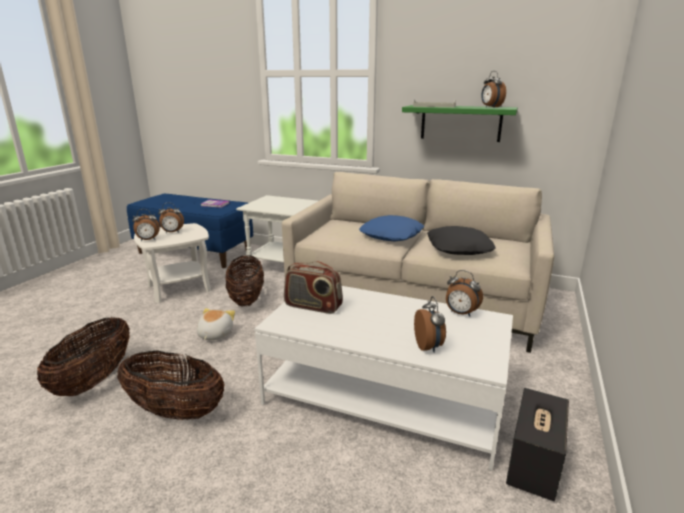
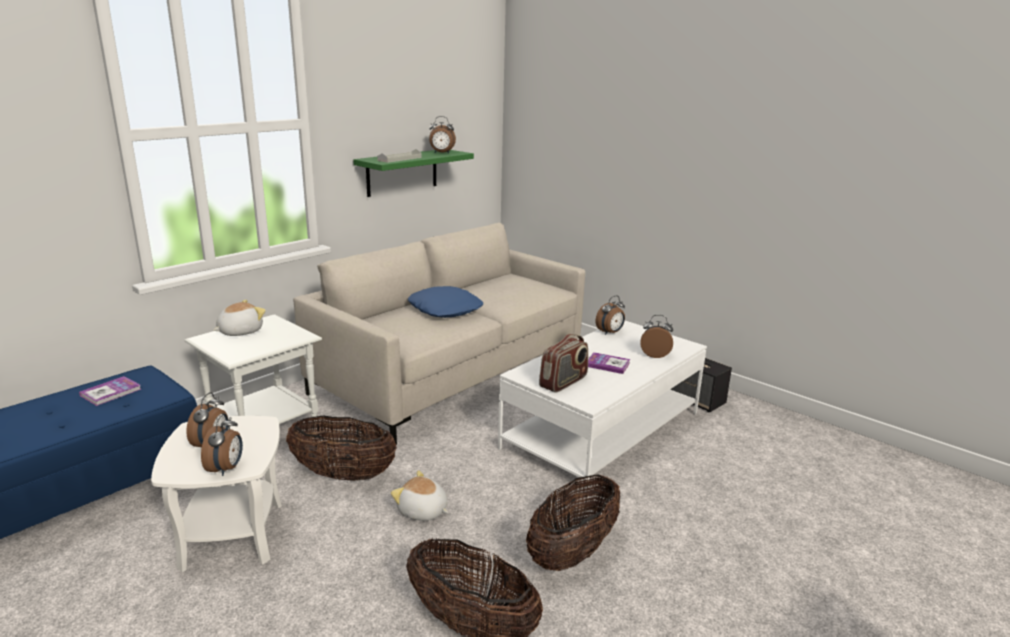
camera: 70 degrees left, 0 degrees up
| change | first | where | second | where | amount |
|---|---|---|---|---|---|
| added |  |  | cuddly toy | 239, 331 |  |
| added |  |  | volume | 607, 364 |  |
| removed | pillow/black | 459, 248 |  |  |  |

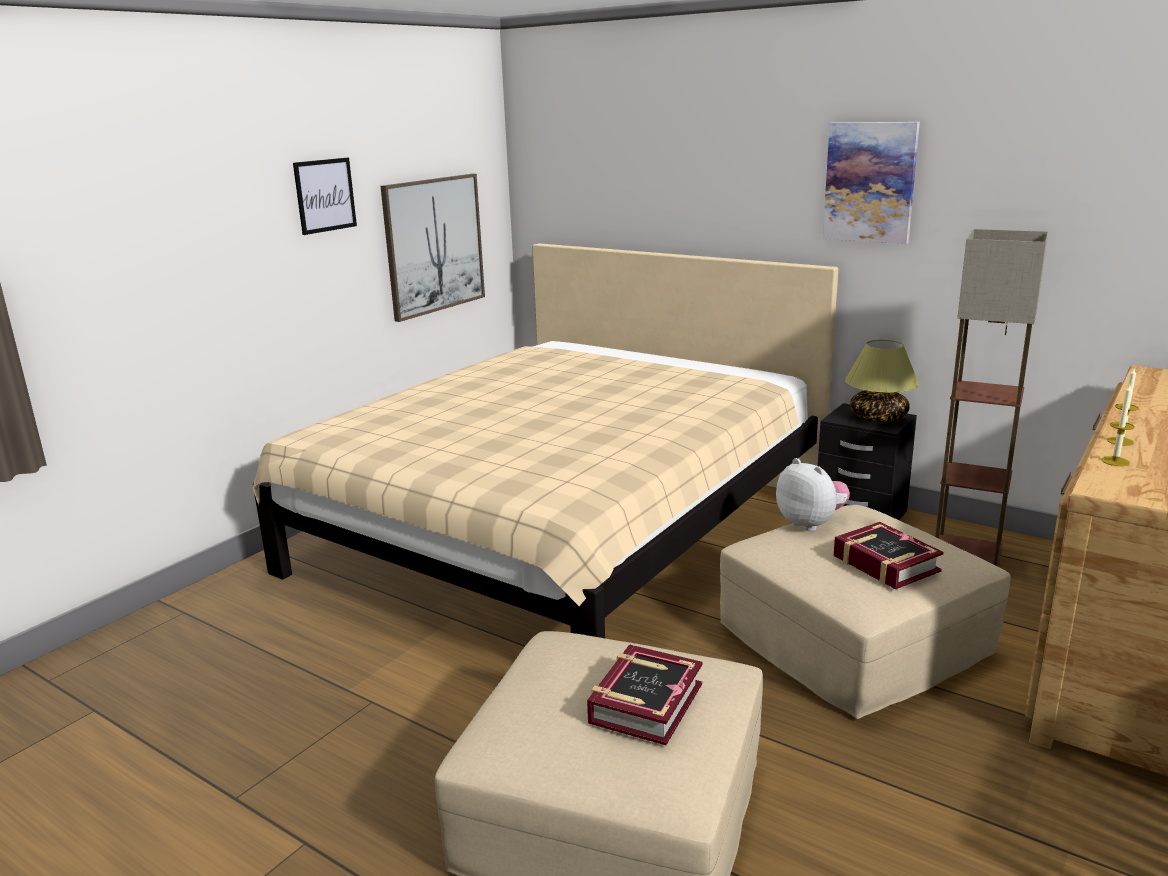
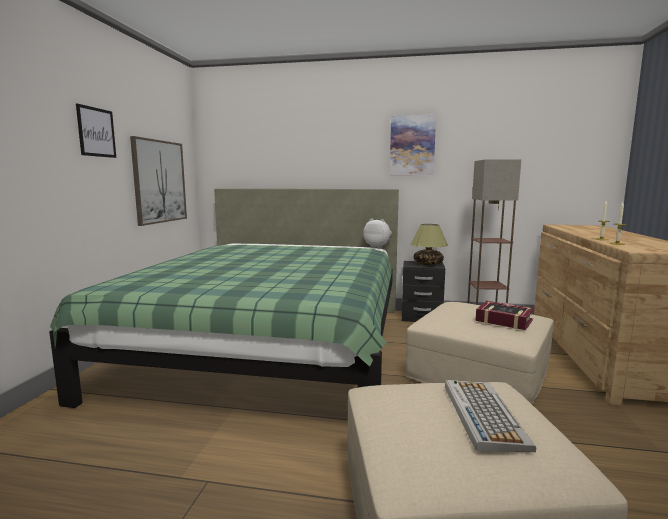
camera: 25 degrees left, 10 degrees down
| change | first | where | second | where | amount |
|---|---|---|---|---|---|
| recoloured | sleeping bed/sand-coloured | 561, 531 | sleeping bed/green-coloured | 270, 346 |  |
| moved | cuddly toy | 810, 523 |  | 378, 247 |  |
| replaced | volume | 645, 703 | keyboard | 482, 414 |  |

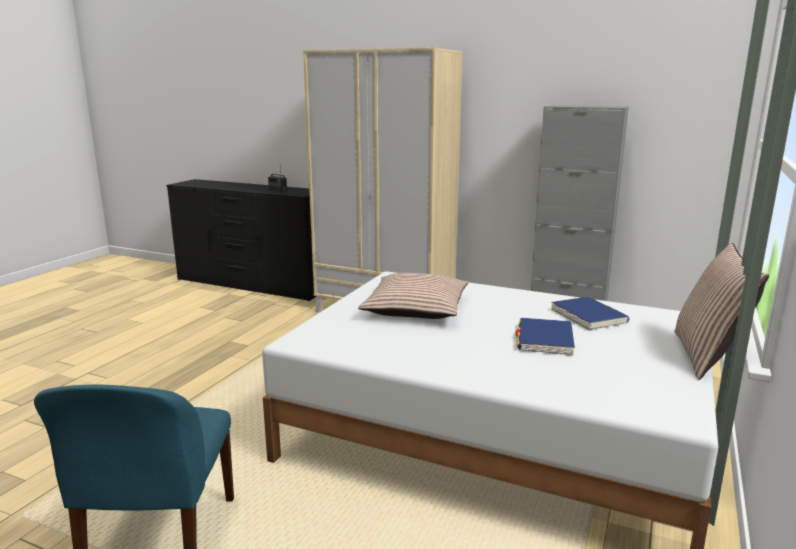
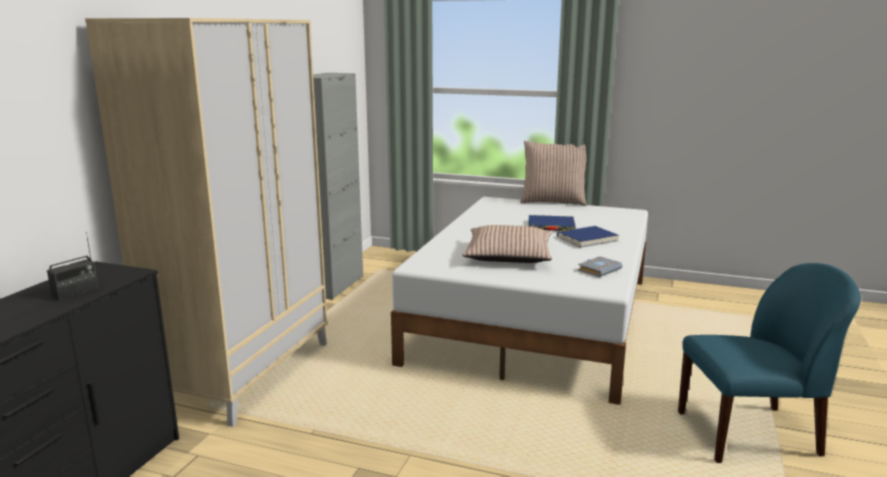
camera: 95 degrees left, 0 degrees up
| change | first | where | second | where | amount |
|---|---|---|---|---|---|
| moved | volume/blue | 588, 316 |  | 587, 239 |  |
| added |  |  | volume/greyish | 599, 269 |  |

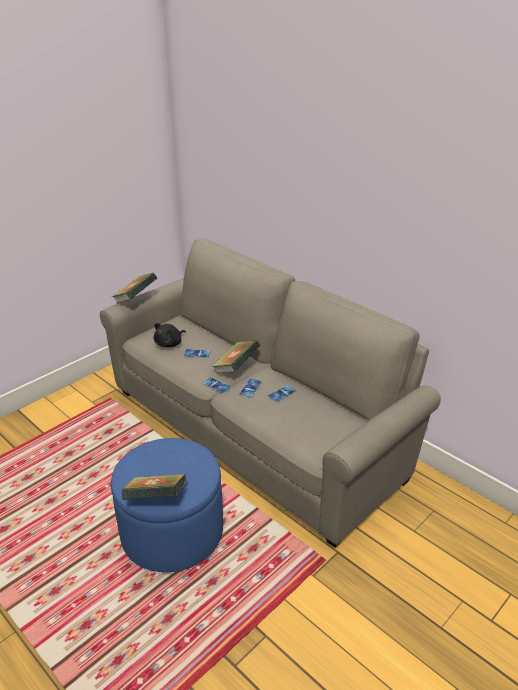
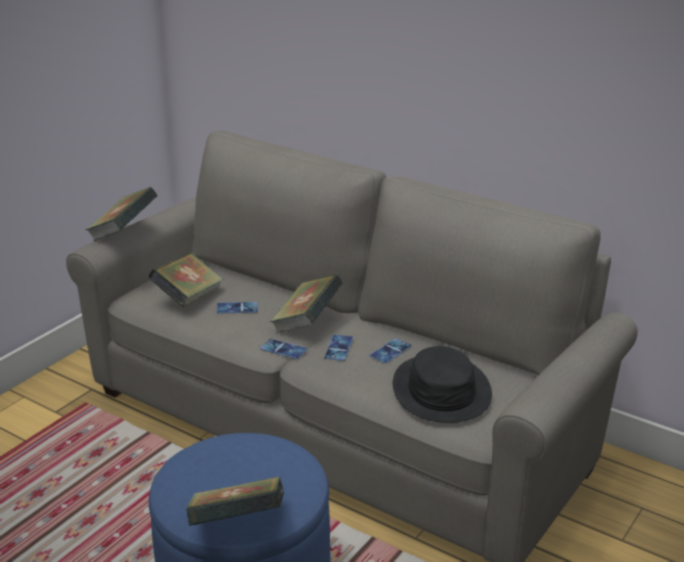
camera: 10 degrees left, 5 degrees down
| change | first | where | second | where | amount |
|---|---|---|---|---|---|
| replaced | cuddly toy/black | 170, 343 | volume | 188, 298 |  |
| added |  |  | wearable hat/black | 441, 390 |  |

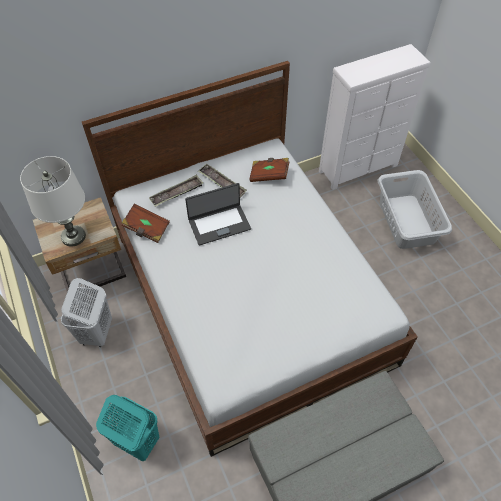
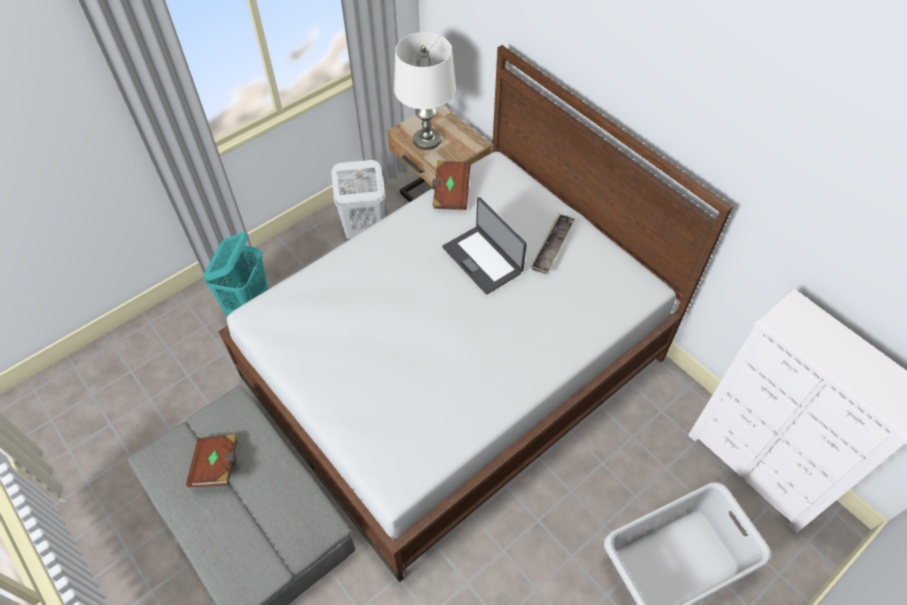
camera: 75 degrees right, 0 degrees up
| change | first | where | second | where | amount |
|---|---|---|---|---|---|
| moved | volume/brown | 269, 175 |  | 217, 465 |  |
| removed | tray | 177, 193 |  |  |  |

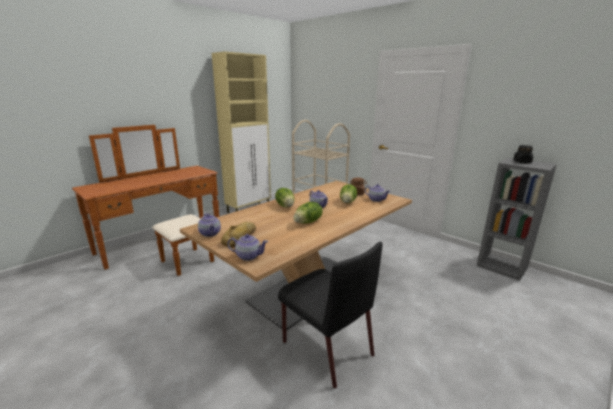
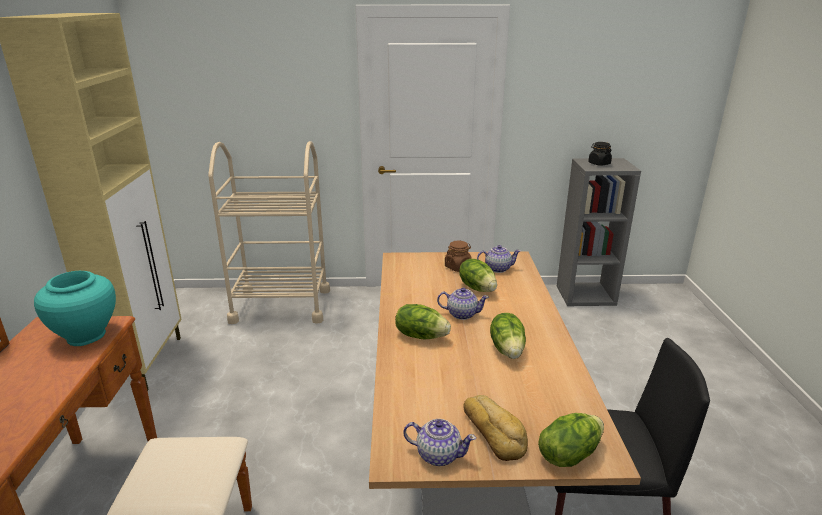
camera: 45 degrees left, 5 degrees up
| change | first | where | second | where | amount |
|---|---|---|---|---|---|
| added |  |  | flower vase/blue-green | 86, 336 |  |
| replaced | tea pot | 248, 256 | head of lettuce | 568, 454 |  |

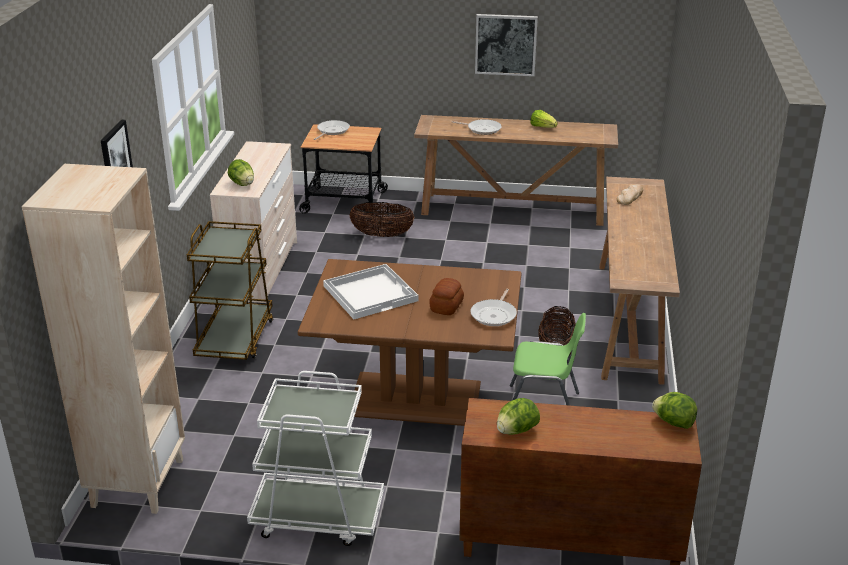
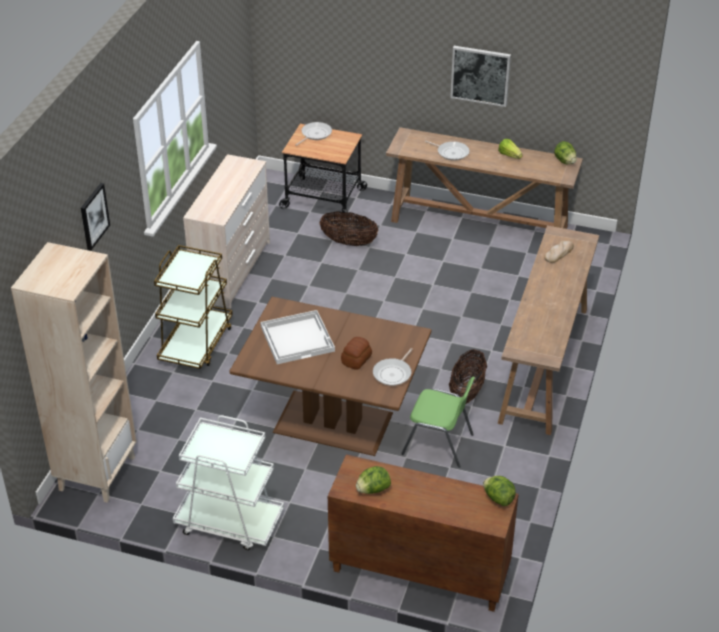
camera: 10 degrees right, 10 degrees up
| change | first | where | second | where | amount |
|---|---|---|---|---|---|
| moved | head of lettuce | 242, 184 |  | 564, 161 |  |

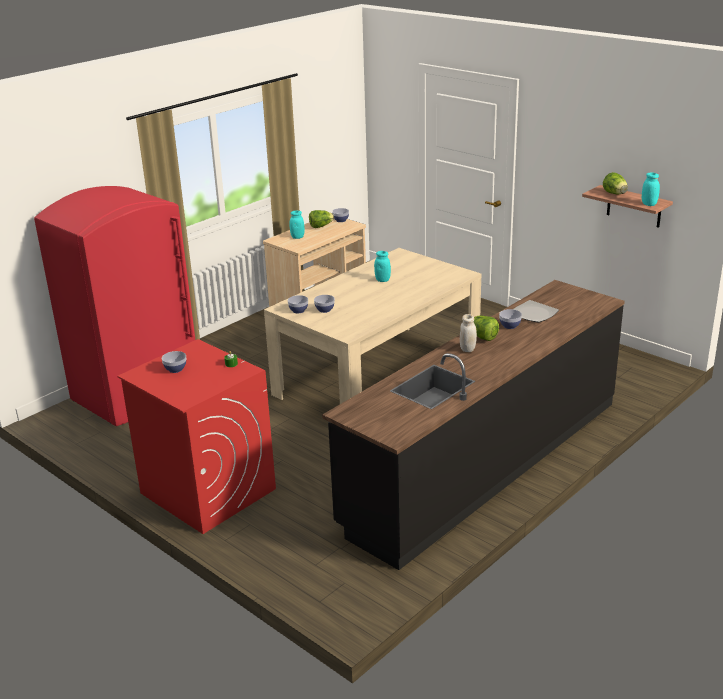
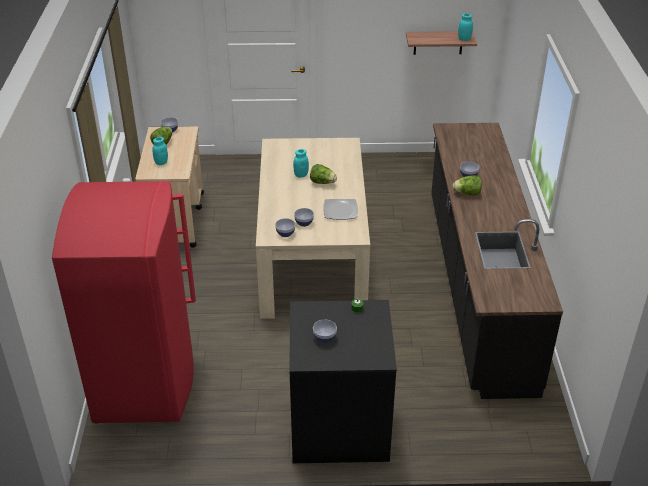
camera: 45 degrees left, 10 degrees up
| change | first | where | second | where | amount |
|---|---|---|---|---|---|
| recoloured | laundry machine/red | 207, 491 | laundry machine/black | 338, 427 |  |
| moved | head of lettuce | 615, 194 |  | 322, 182 |  |
| moved | dinner plate | 534, 314 |  | 340, 211 |  |
| removed | preserve jar/white-coloured | 467, 349 |  |  |  |

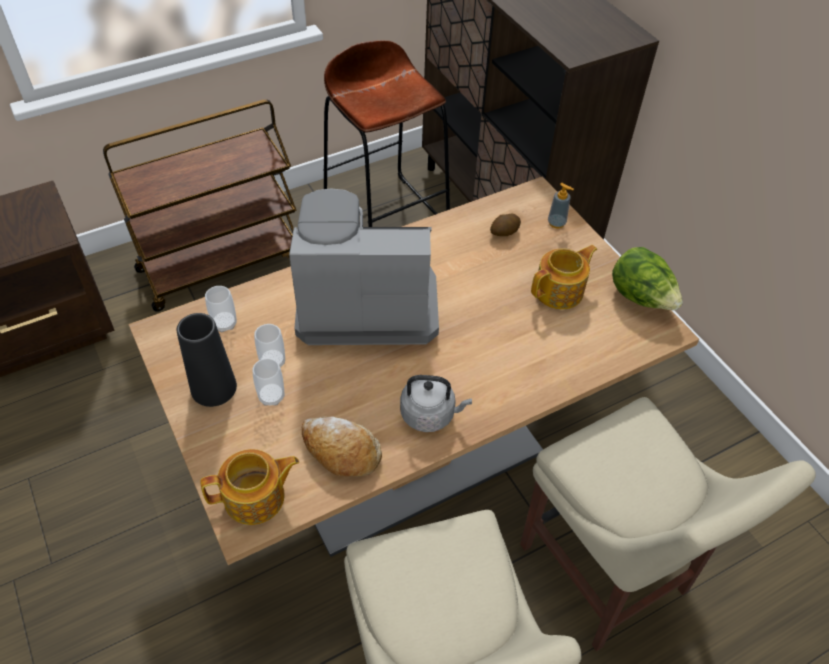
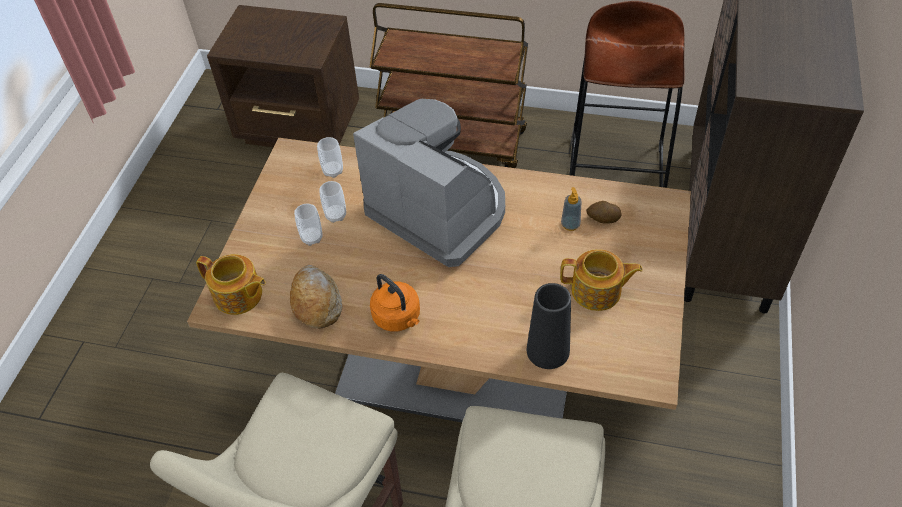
camera: 45 degrees right, 0 degrees up
| change | first | where | second | where | amount |
|---|---|---|---|---|---|
| recoloured | tea kettle/greyish | 430, 414 | tea kettle/orange-coloured | 398, 318 |  |
| moved | flower vase/black | 213, 388 |  | 548, 350 |  |
| moved | liquid soap bottle | 556, 223 |  | 570, 225 |  |
| removed | head of lettuce | 641, 298 |  |  |  |

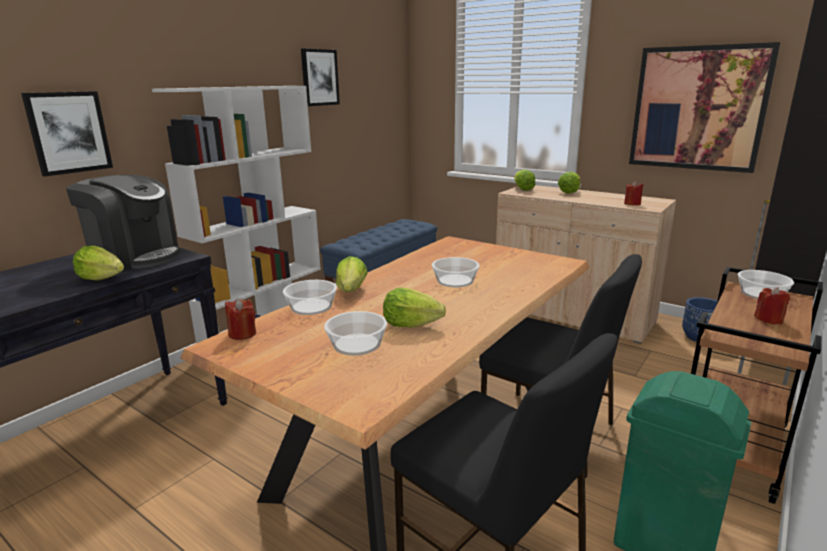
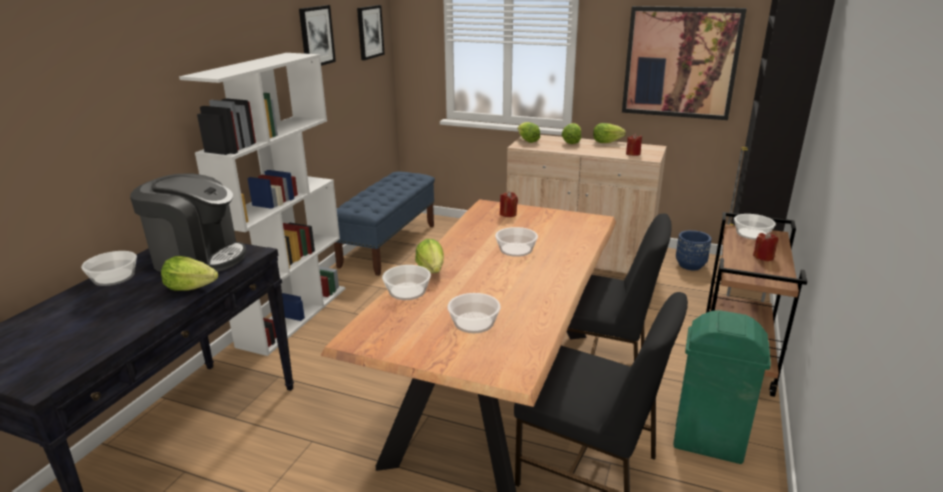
camera: 15 degrees left, 5 degrees up
| change | first | where | second | where | amount |
|---|---|---|---|---|---|
| added |  |  | serving bowl | 113, 277 |  |
| moved | wall art | 69, 132 |  | 369, 32 |  |
| moved | candle/red | 242, 334 |  | 508, 214 |  |
| moved | head of lettuce | 410, 325 |  | 606, 142 |  |

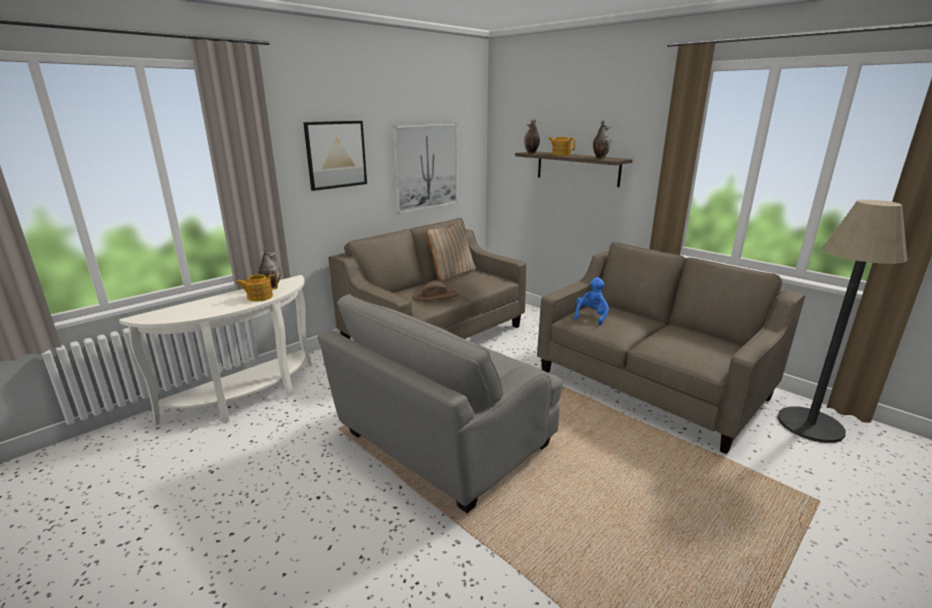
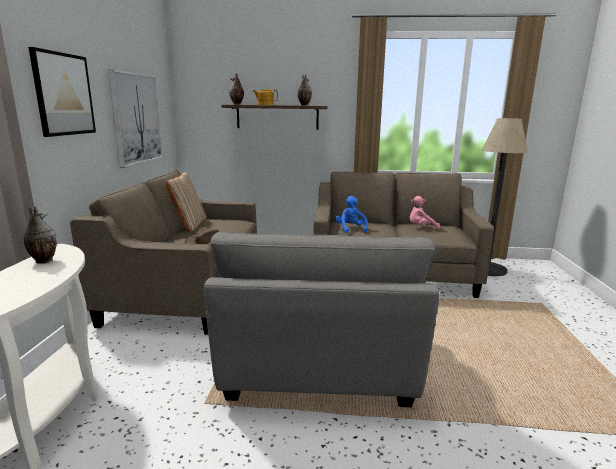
camera: 40 degrees left, 5 degrees down
| change | first | where | second | where | amount |
|---|---|---|---|---|---|
| added |  |  | cuddly toy/pink-coloured | 421, 227 |  |
| removed | tea pot | 259, 297 |  |  |  |

